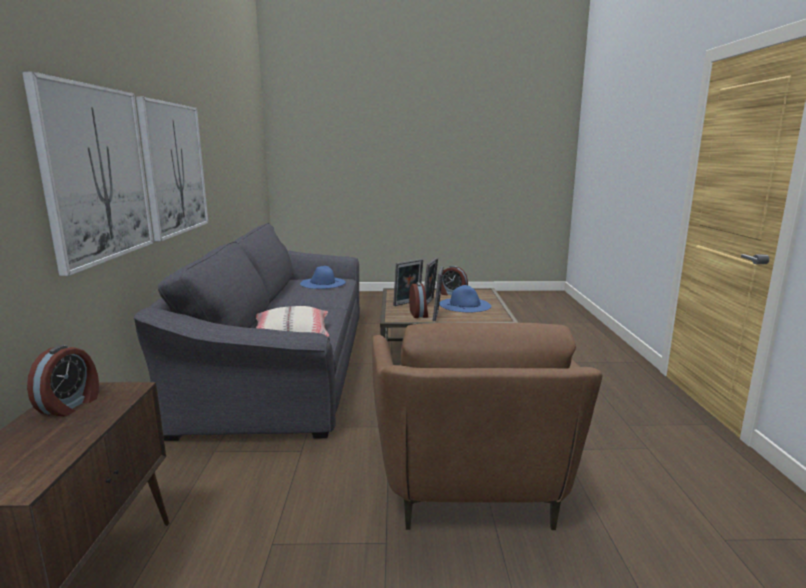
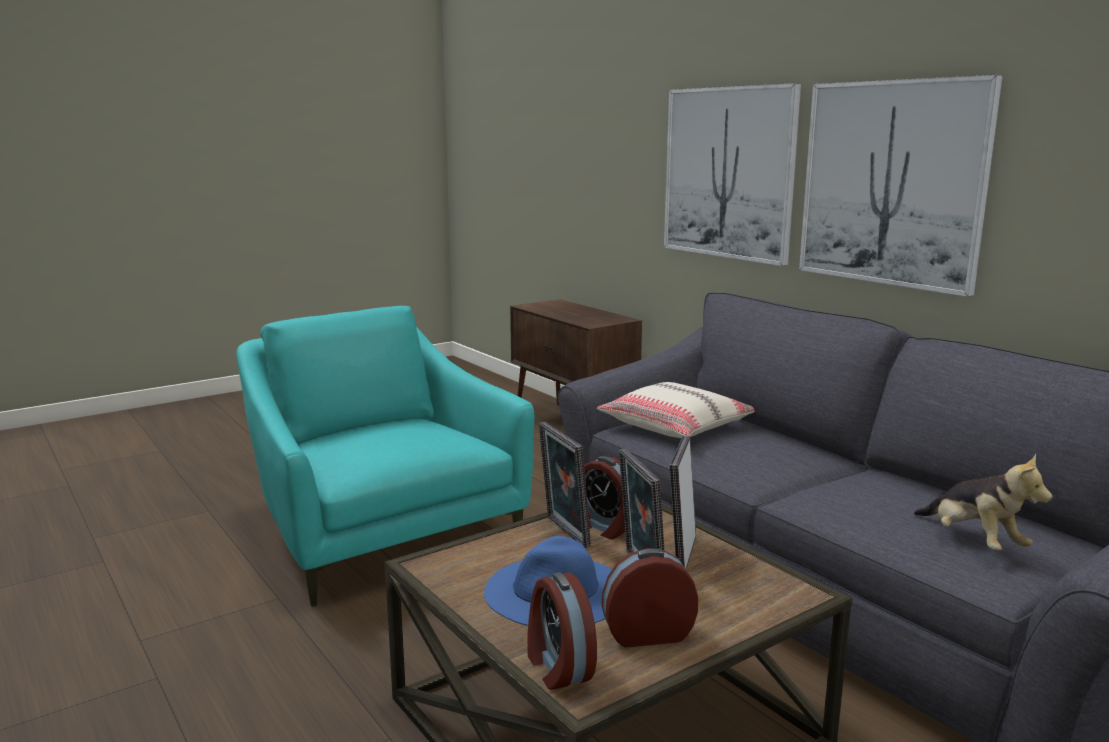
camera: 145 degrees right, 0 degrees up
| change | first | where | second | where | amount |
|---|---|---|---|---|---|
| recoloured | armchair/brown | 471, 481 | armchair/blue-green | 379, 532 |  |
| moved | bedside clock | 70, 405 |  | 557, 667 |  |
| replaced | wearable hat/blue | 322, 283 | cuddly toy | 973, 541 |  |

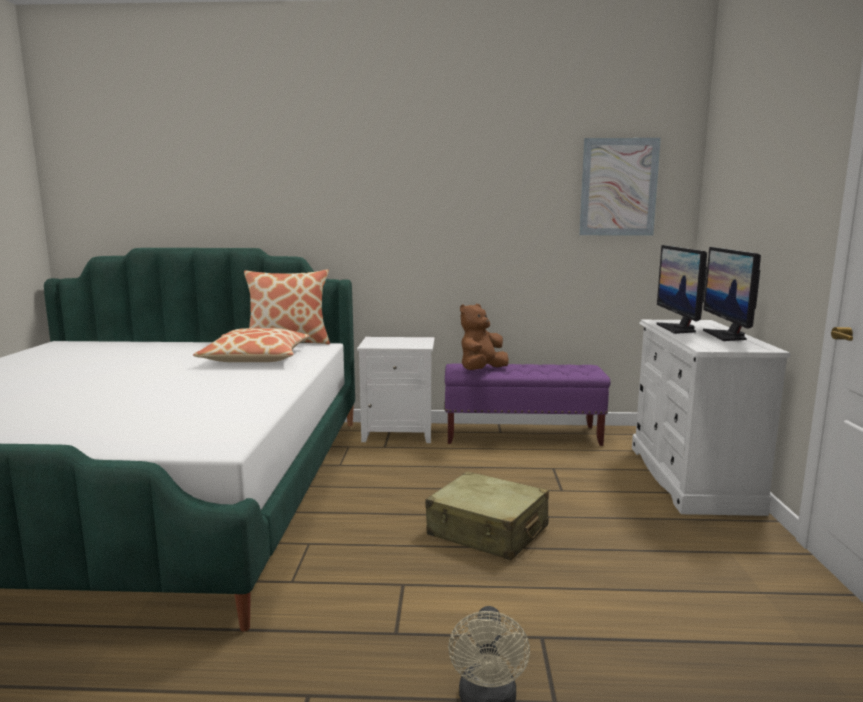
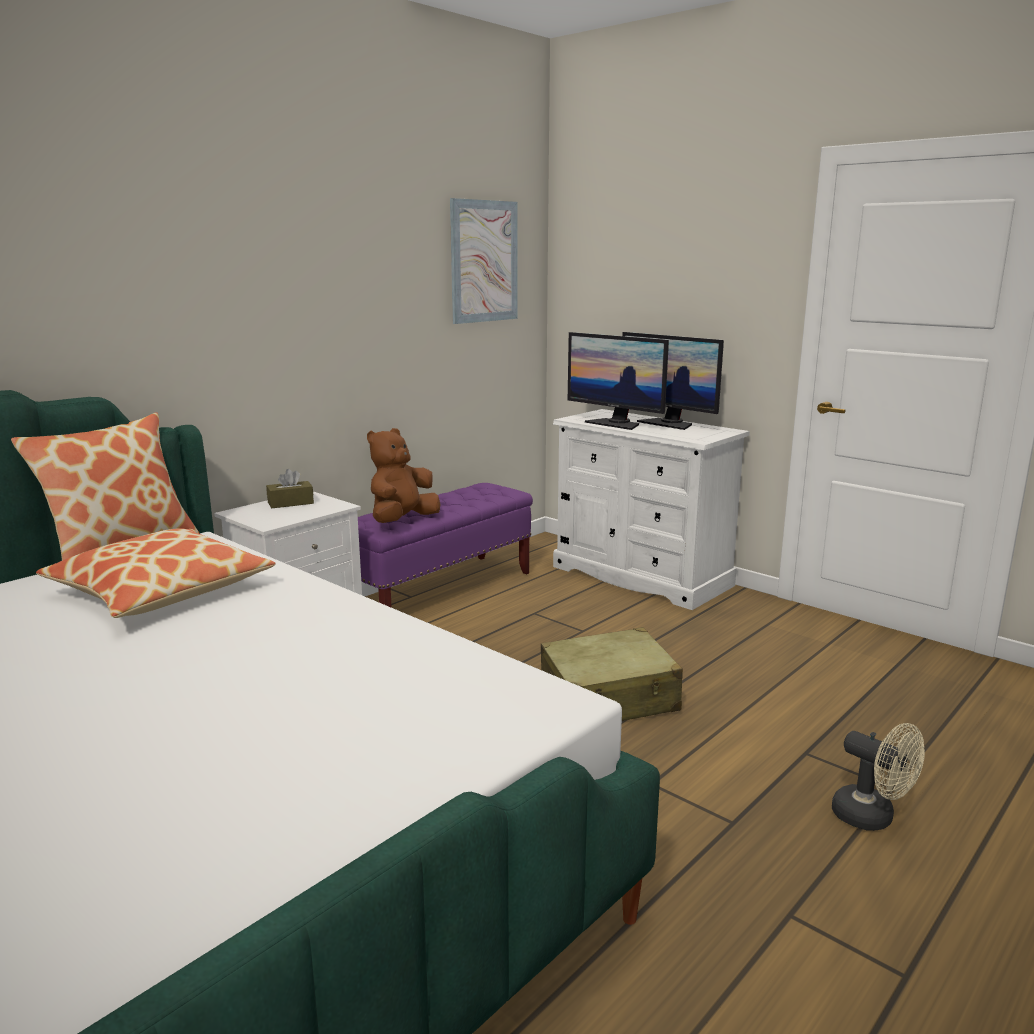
camera: 50 degrees left, 5 degrees up
| change | first | where | second | where | amount |
|---|---|---|---|---|---|
| added |  |  | tissue box/brown | 290, 503 |  |
| turned | cuddly toy/brown | 481, 370 |  | 402, 521 | 45 degrees clockwise |

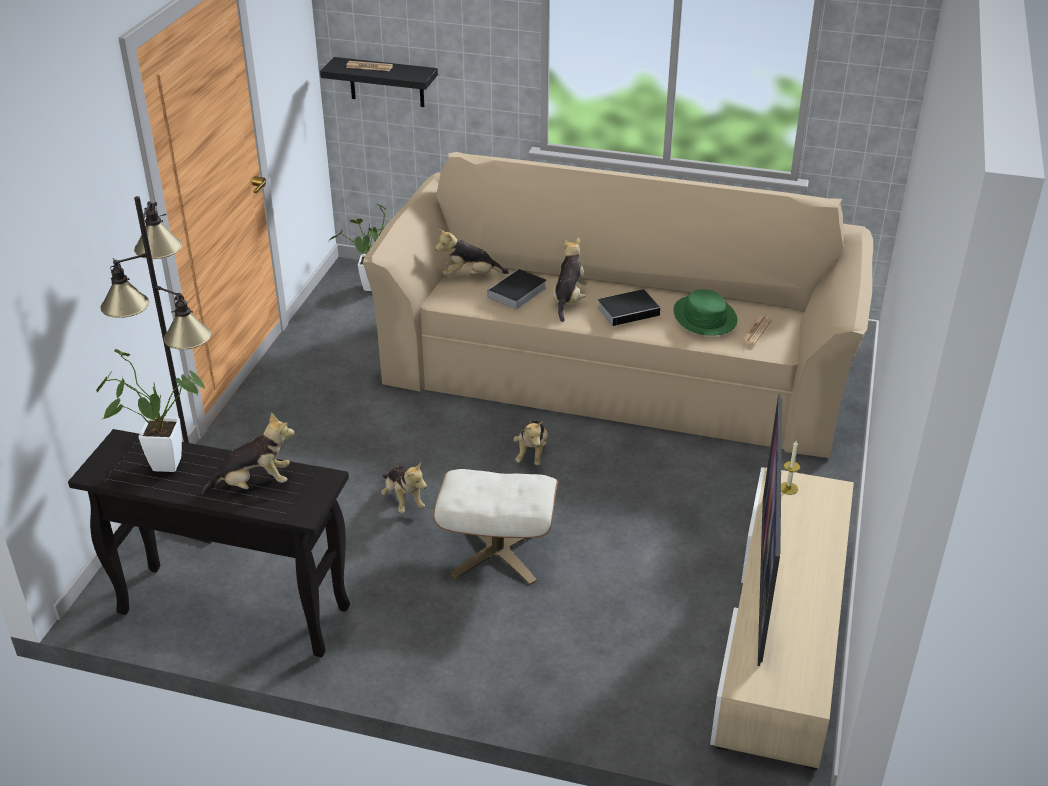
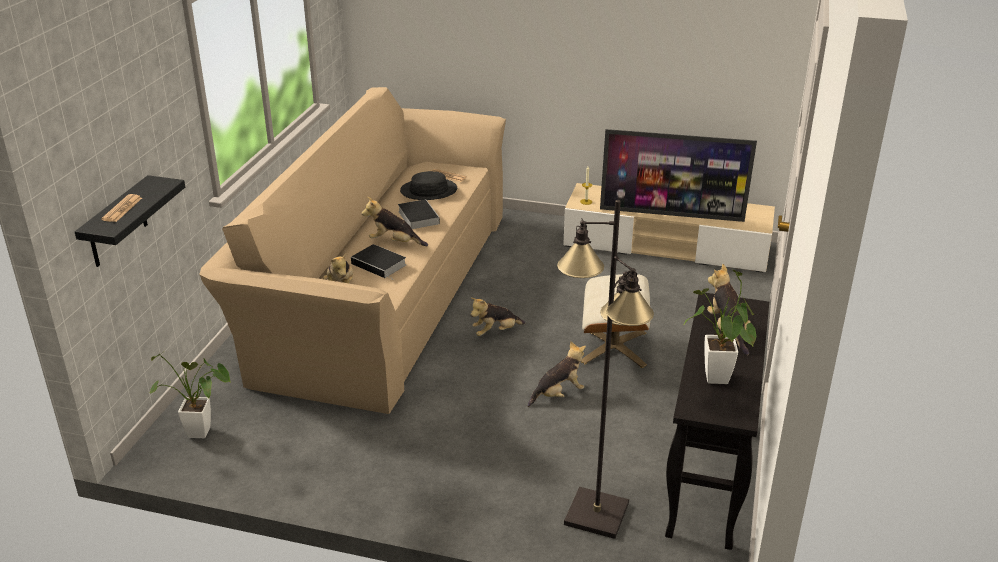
camera: 90 degrees left, 5 degrees down
| change | first | where | second | where | amount |
|---|---|---|---|---|---|
| recoloured | wearable hat/green-coloured | 704, 317 | wearable hat/black | 429, 191 |  |
| turned | cuddly toy | 532, 453 |  | 495, 332 | 150 degrees clockwise |

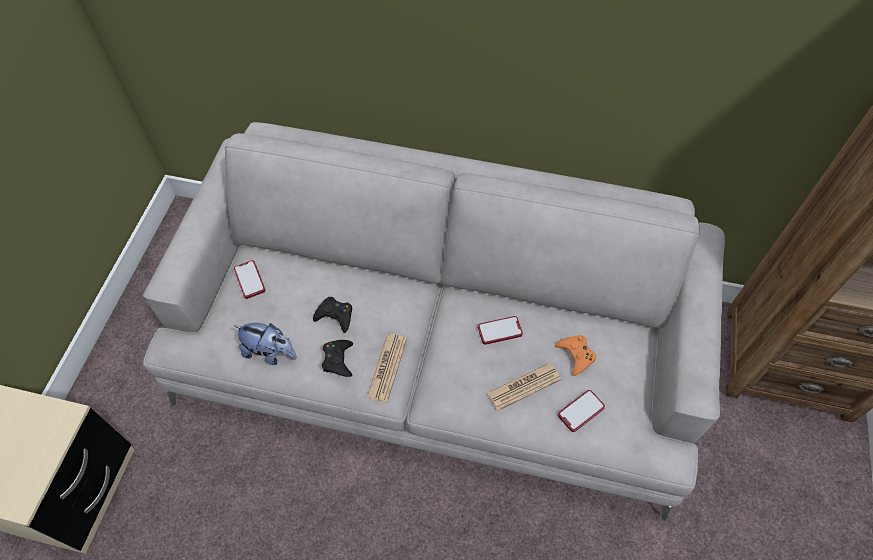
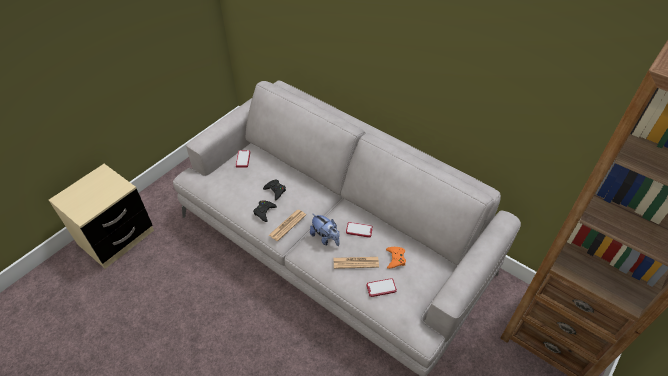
camera: 25 degrees right, 10 degrees down
| change | first | where | second | where | amount |
|---|---|---|---|---|---|
| moved | cuddly toy | 270, 352 |  | 325, 238 |  |

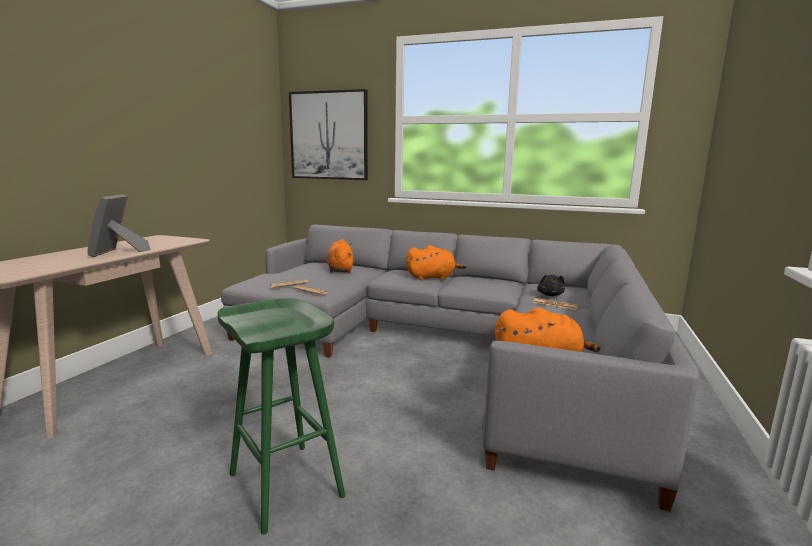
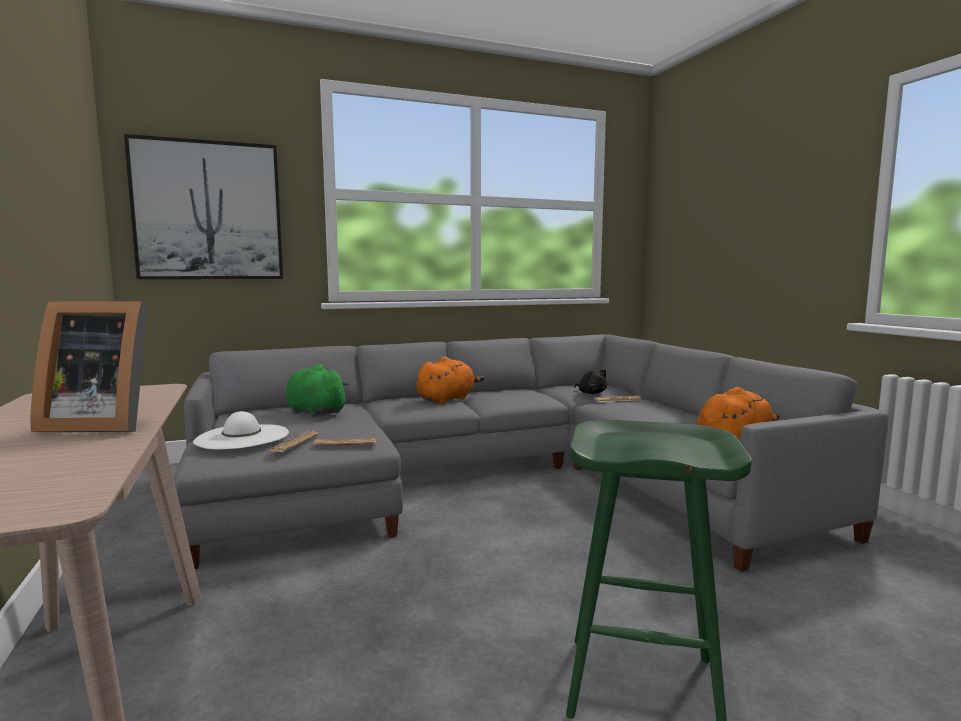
camera: 40 degrees left, 5 degrees down
| change | first | where | second | where | amount |
|---|---|---|---|---|---|
| turned | picture frame | 118, 252 |  | 101, 424 | 45 degrees counterclockwise |
| added |  |  | wearable hat/white-coloured | 242, 437 |  |
| recoloured | cuddly toy/orange-coloured | 340, 270 | cuddly toy/green-coloured | 314, 412 |  |

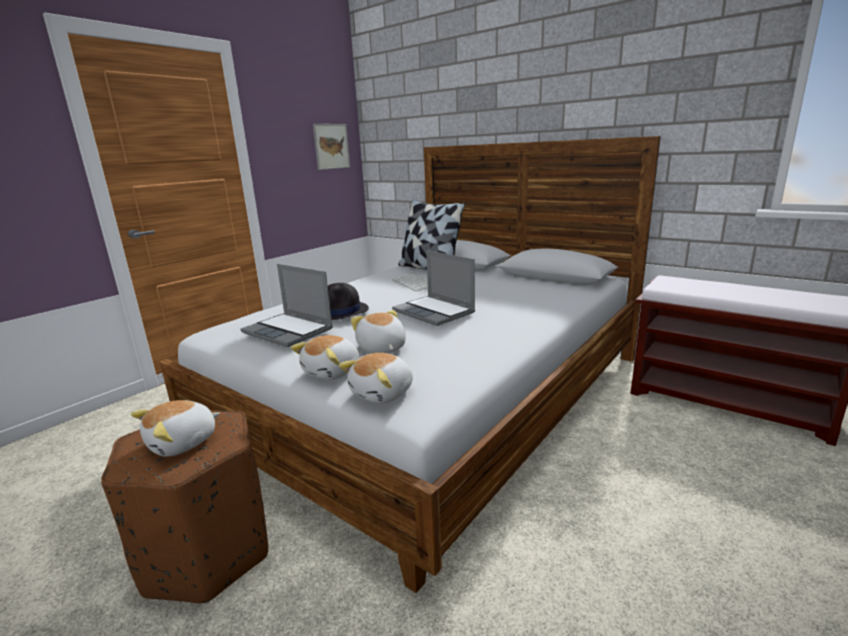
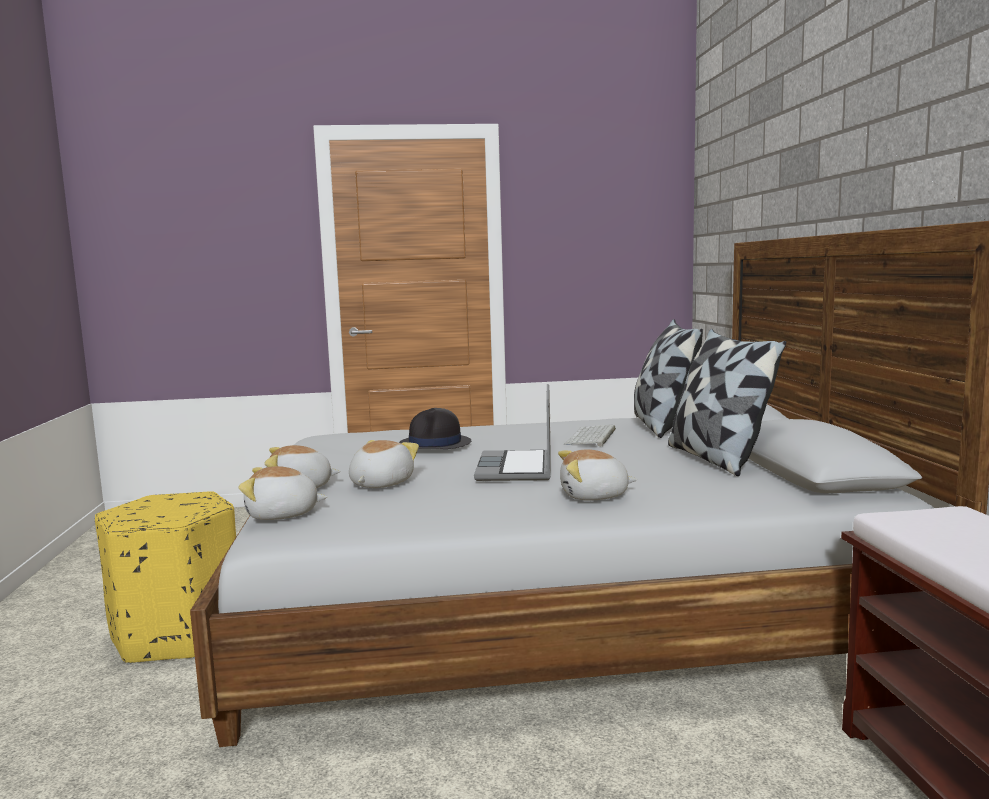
camera: 45 degrees right, 10 degrees down
| change | first | where | second | where | amount |
|---|---|---|---|---|---|
| recoloured | footrest/brown | 209, 553 | footrest/yellow-coloured | 178, 635 |  |
| moved | cuddly toy | 183, 443 |  | 594, 496 |  |
| added |  |  | pillow | 716, 458 |  |
| removed | portable computer | 289, 331 |  |  |  |
| removed | wall art | 331, 146 |  |  |  |

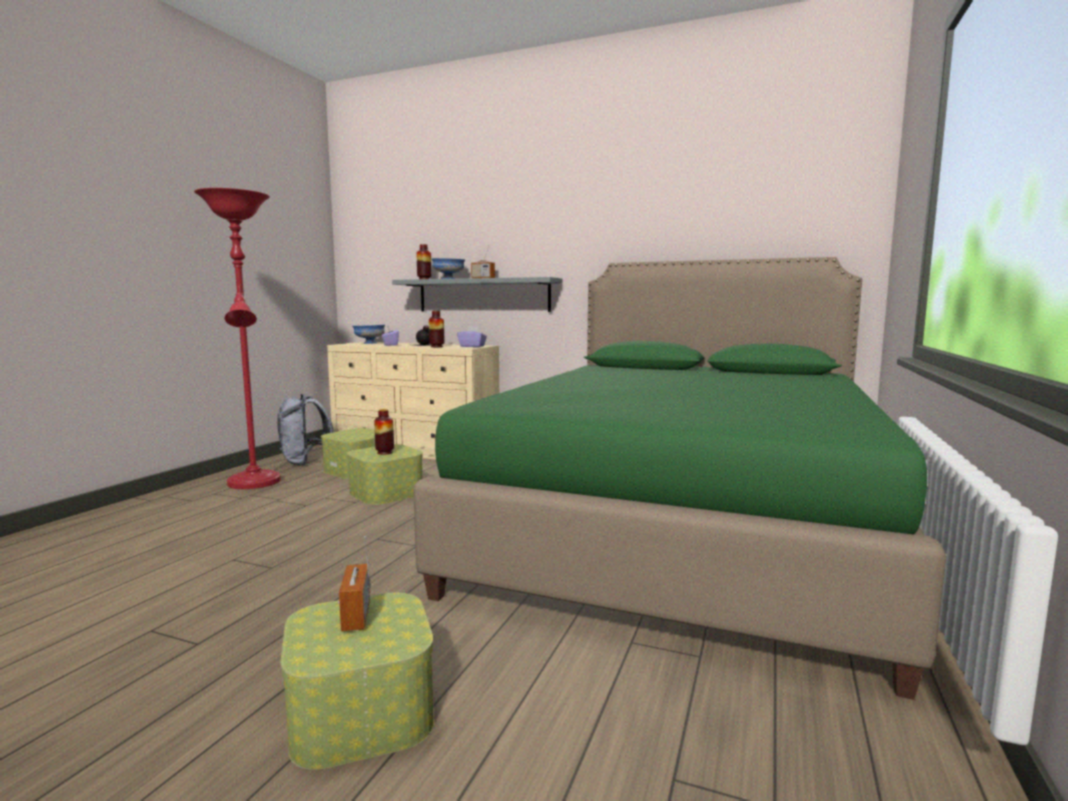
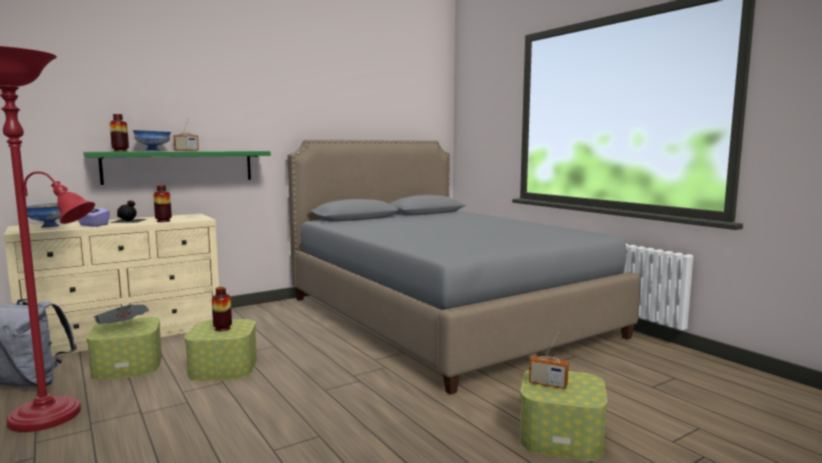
camera: 55 degrees left, 0 degrees up
| change | first | where | second | where | amount |
|---|---|---|---|---|---|
| recoloured | bracket shelf/greyish | 483, 295 | bracket shelf/green-coloured | 179, 166 |  |
| added |  |  | newspaper | 123, 328 |  |
| recoloured | sleeping bed/green-coloured | 682, 528 | sleeping bed/greyish | 444, 316 |  |
| removed | tissue box/purple-coloured | 472, 346 |  |  |  |

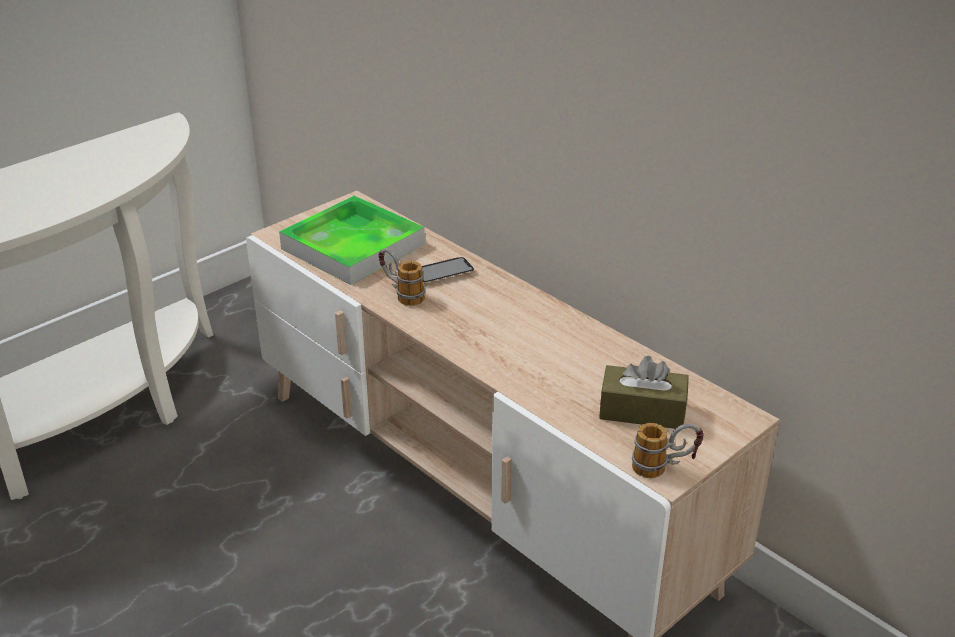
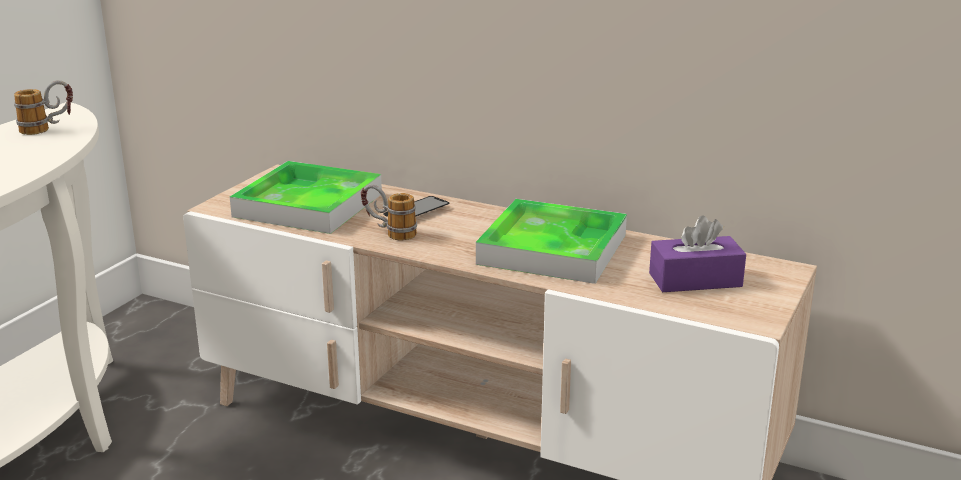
camera: 20 degrees left, 10 degrees down
| change | first | where | second | where | amount |
|---|---|---|---|---|---|
| moved | tea mug | 664, 468 |  | 48, 129 |  |
| added |  |  | tray | 552, 249 |  |
| recoloured | tissue box/brown | 642, 411 | tissue box/purple-coloured | 695, 280 |  |

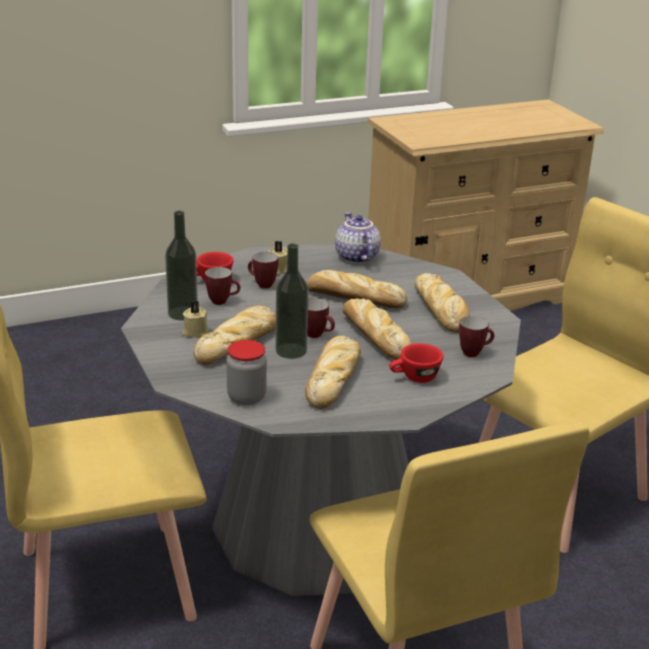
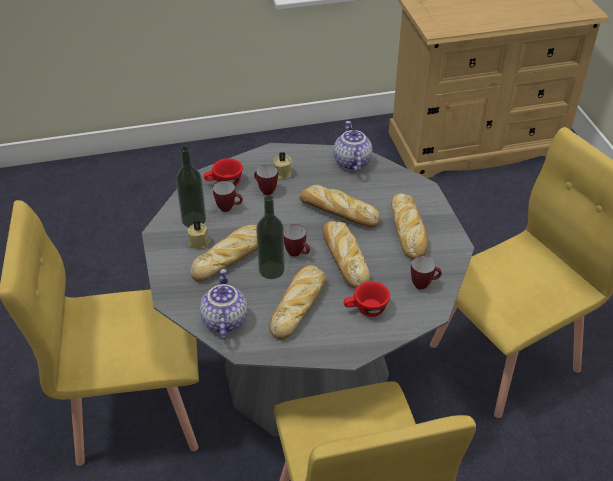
camera: 10 degrees right, 15 degrees up
| change | first | where | second | where | amount |
|---|---|---|---|---|---|
| replaced | preserve jar | 246, 397 | tea pot | 223, 320 |  |

